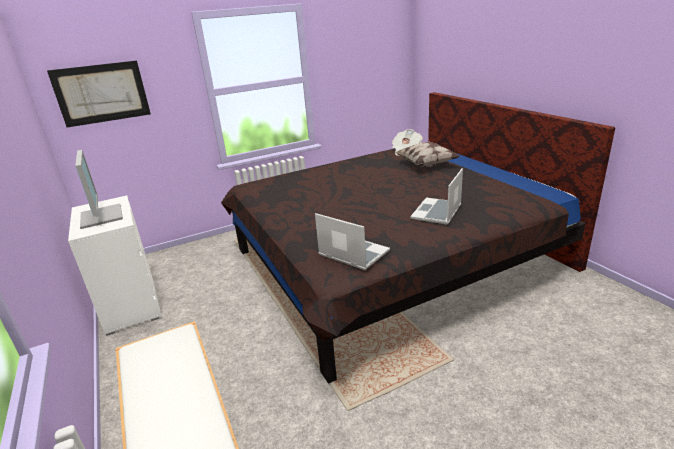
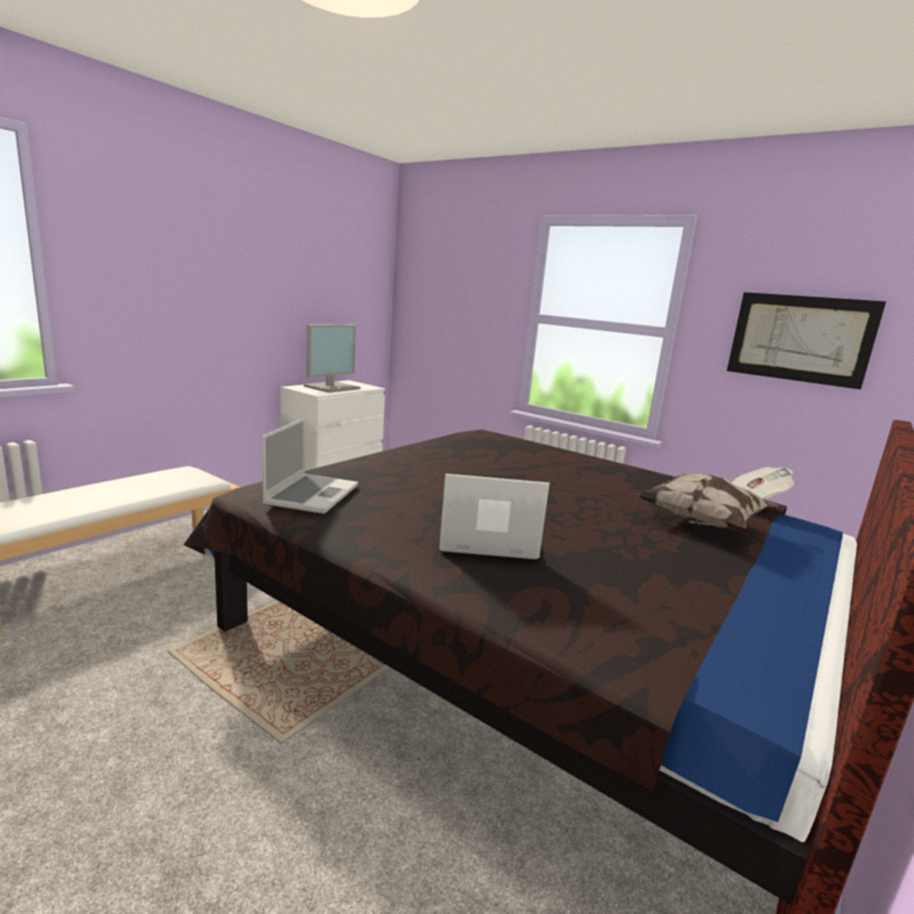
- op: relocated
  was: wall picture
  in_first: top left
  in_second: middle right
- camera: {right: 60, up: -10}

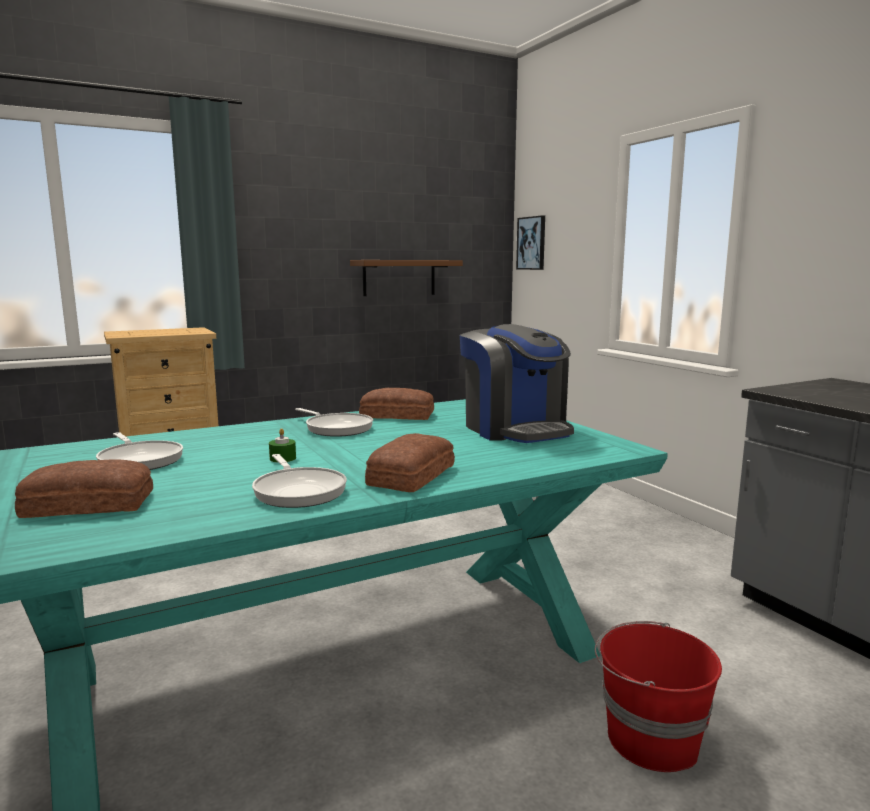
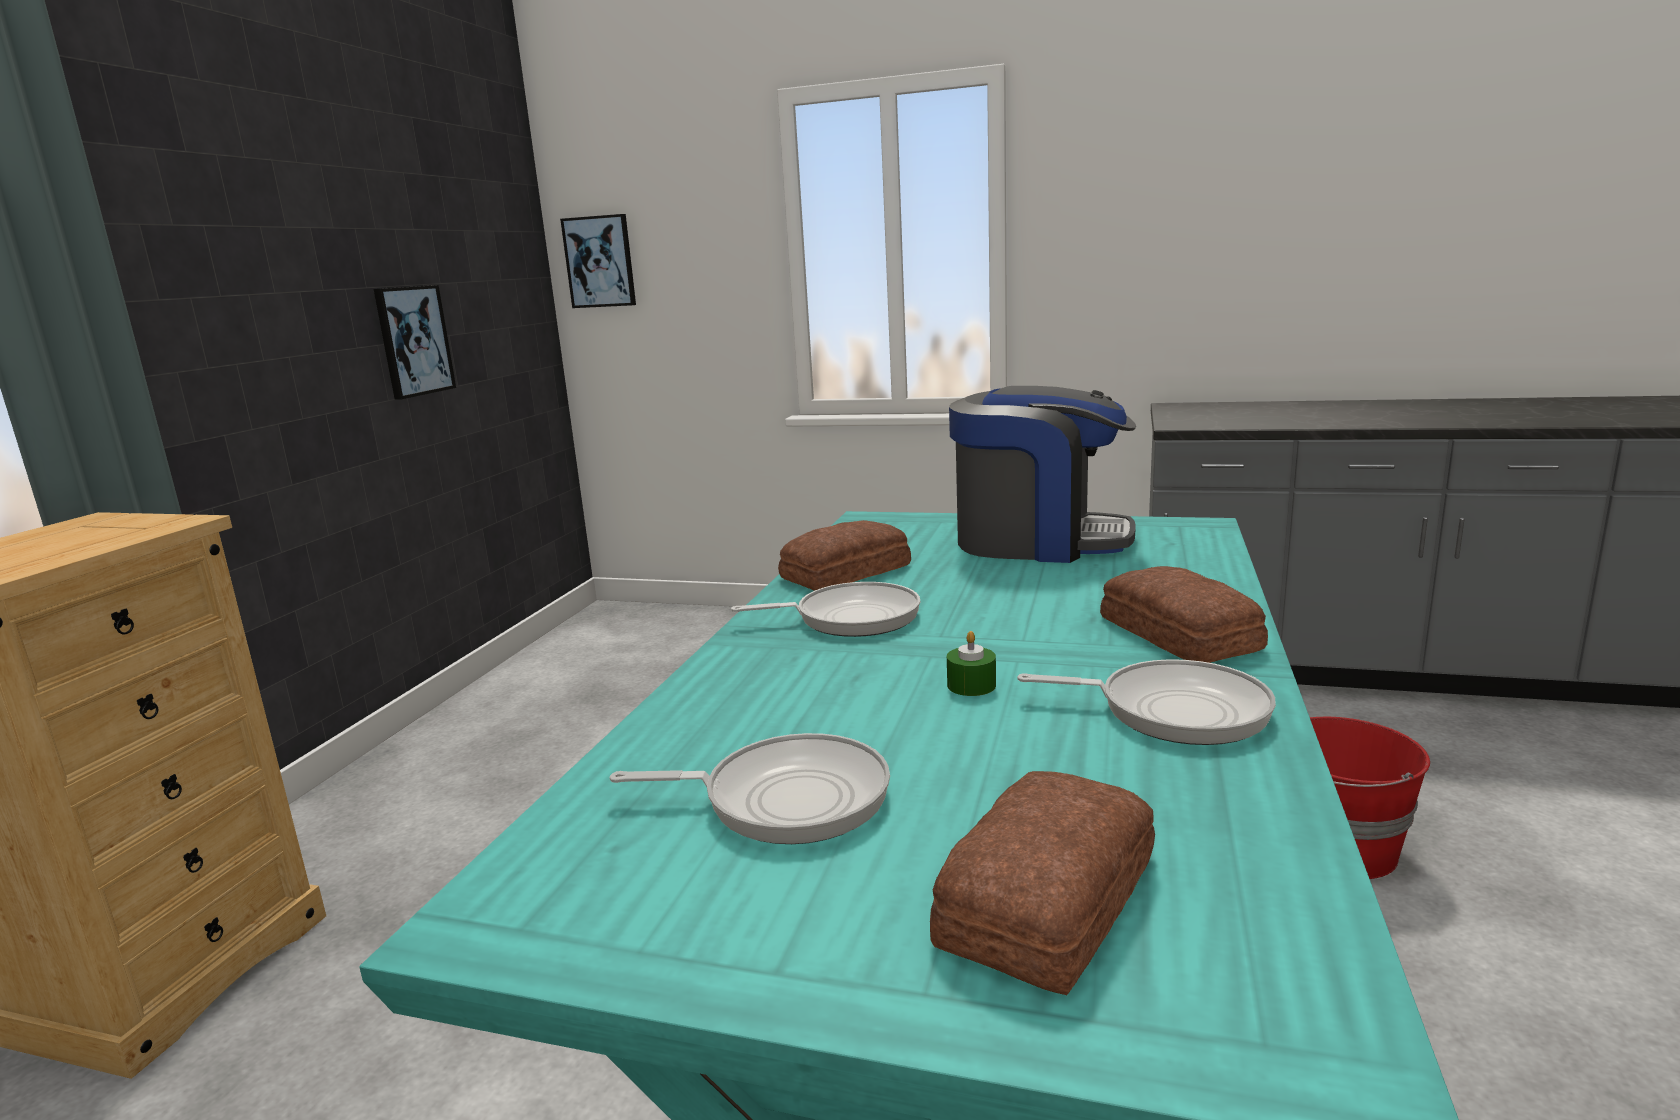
- op: exchanged
  was: brownish shelf
  now: wall picture (no. 1 from left)
  in_first: centre
  in_second: top left
- camera: {right: -45, up: 5}

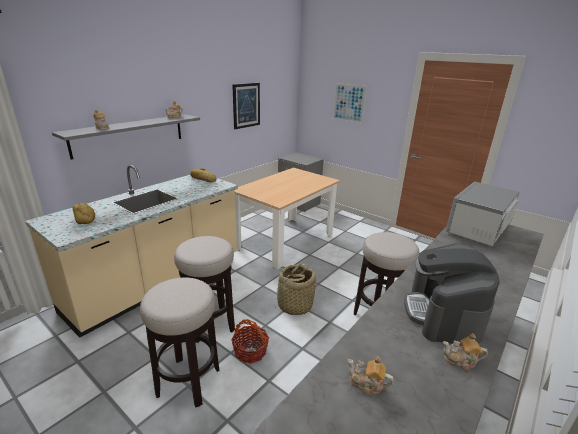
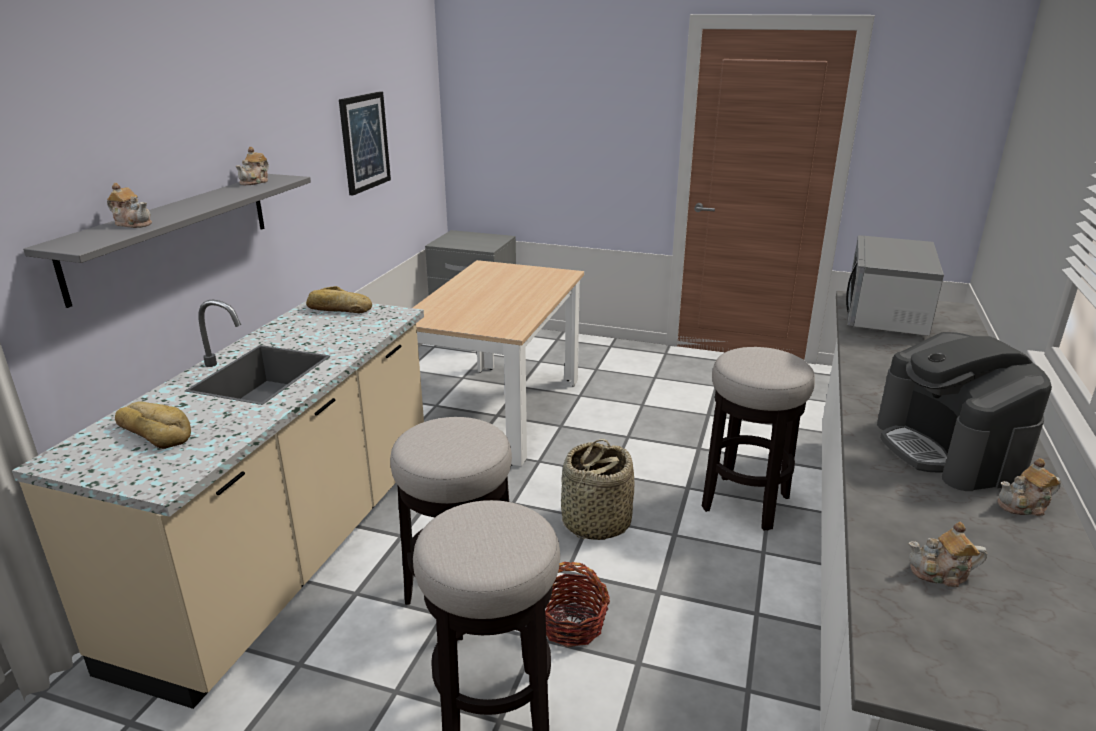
- op: missing
  was: wall picture (no. 2 from left)
  in_first: top centre
- camera: {right: -20, up: 0}

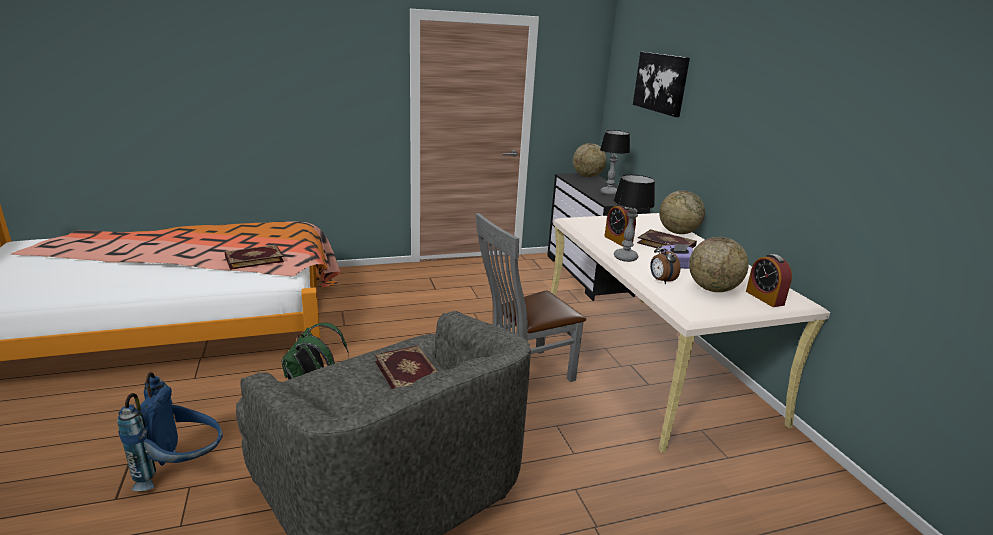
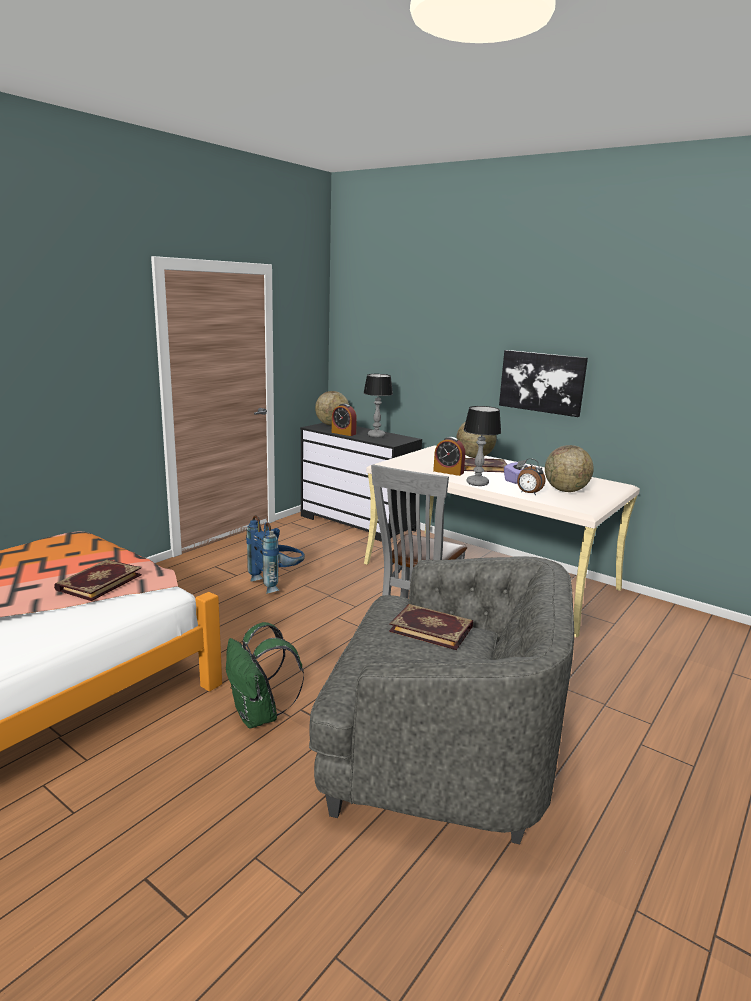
- op: relocated
  was: blue-coloured backpack
  in_first: bottom left
  in_second: centre
- op: relocated
  was: wall picture
  in_first: top centre
  in_second: middle right
- op: relocated
  was: bedside clock (no. 3 from left in the first image)
  now: bedside clock (no. 1 from left)
  in_first: middle right
  in_second: centre
- camera: {right: -35, up: -5}

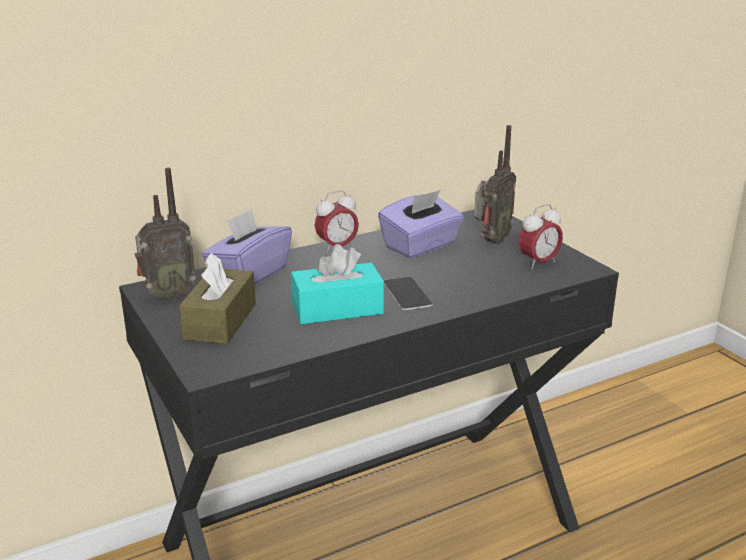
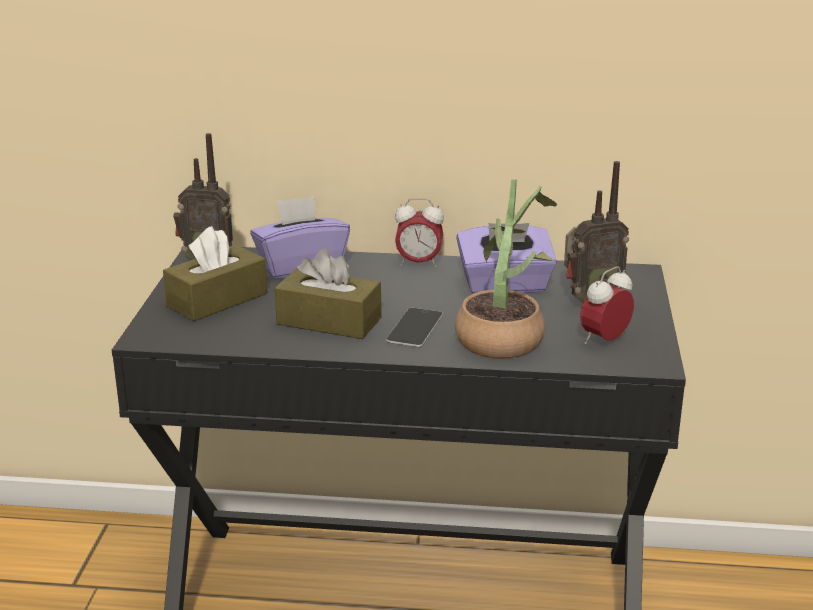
- op: colour
  was: blue-green box of tissues
  now: brownish box of tissues (no. 2 from left)
  in_first: centre
  in_second: centre
- op: spun
  was: bedside clock (no. 2 from left)
  in_first: middle right
  in_second: middle right
  clockwise: 135
- op: appeared
  now: plant in a pot
  in_second: centre
- camera: {right: 35, up: 0}

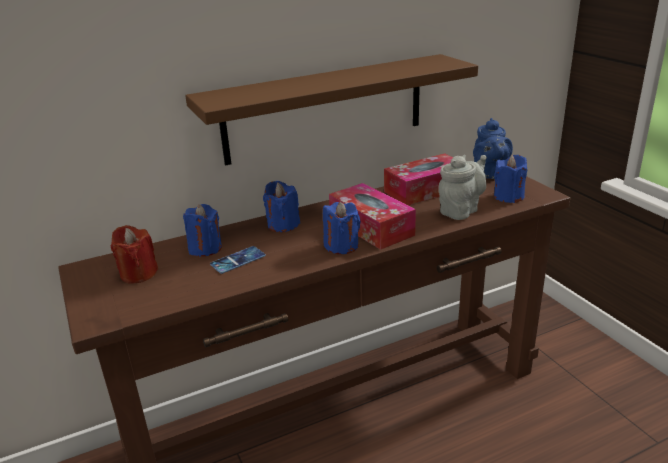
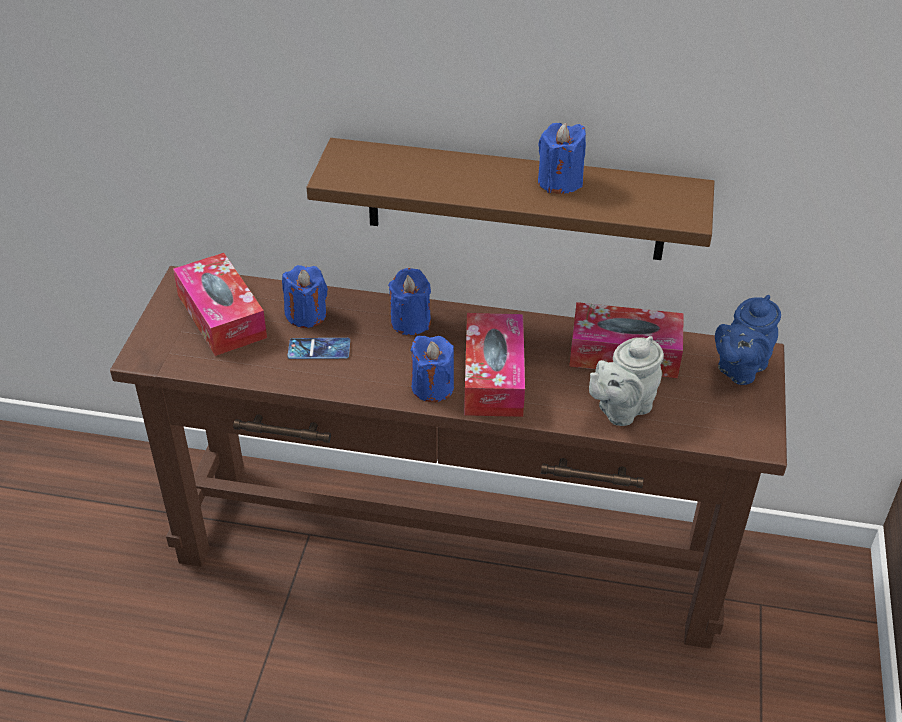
- op: exchanged
  was: reddish candle
  now: box of tissues (no. 1 from left)
  in_first: middle left
  in_second: middle left
- op: spun
  was: gray pot for tea
  in_first: middle right
  in_second: middle right
  clockwise: 150
- op: relocated
  was: blue-coloured candle (no. 4 from left)
  in_first: middle right
  in_second: top centre
- camera: {right: 35, up: 15}

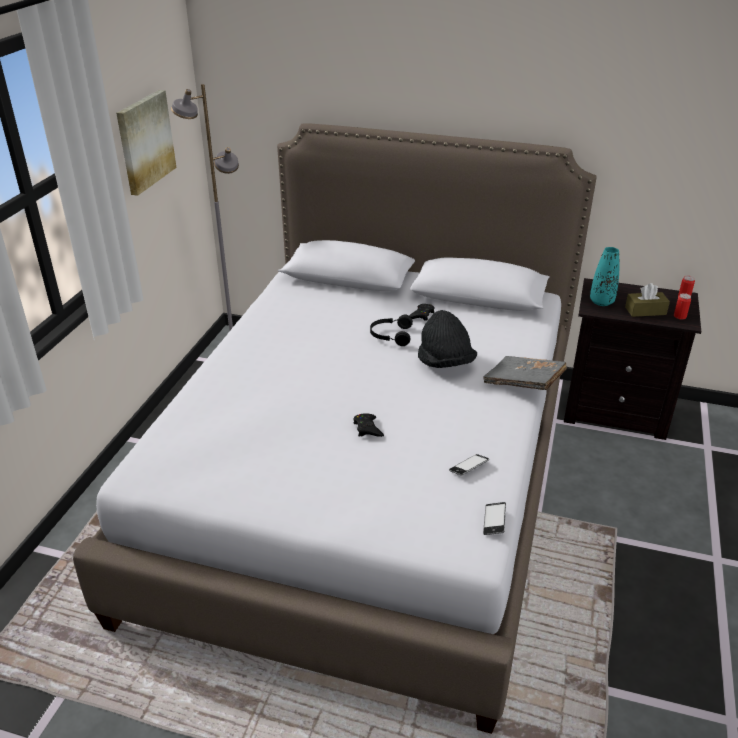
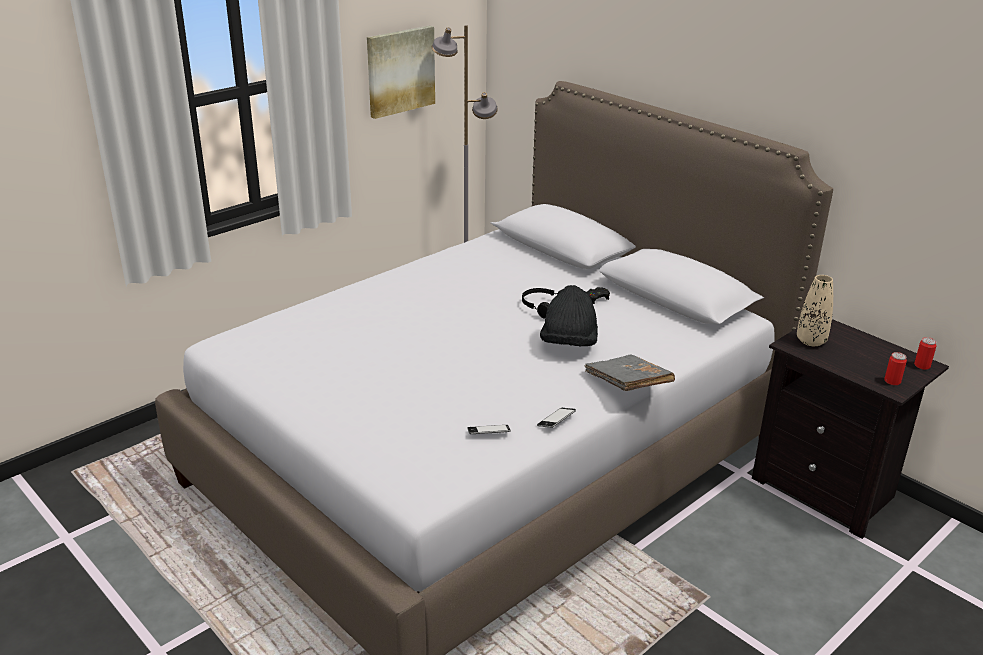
- op: missing
  was: black-coloured joypad (no. 1 from left)
  in_first: centre
- op: relocated
  was: phone (no. 2 from left)
  in_first: bottom right
  in_second: centre
- op: colour
  was: blue-green flower vase
  now: sand-coloured flower vase
  in_first: middle right
  in_second: middle right
- op: missing
  was: brownish box of tissues
  in_first: middle right
- camera: {right: 30, up: -5}

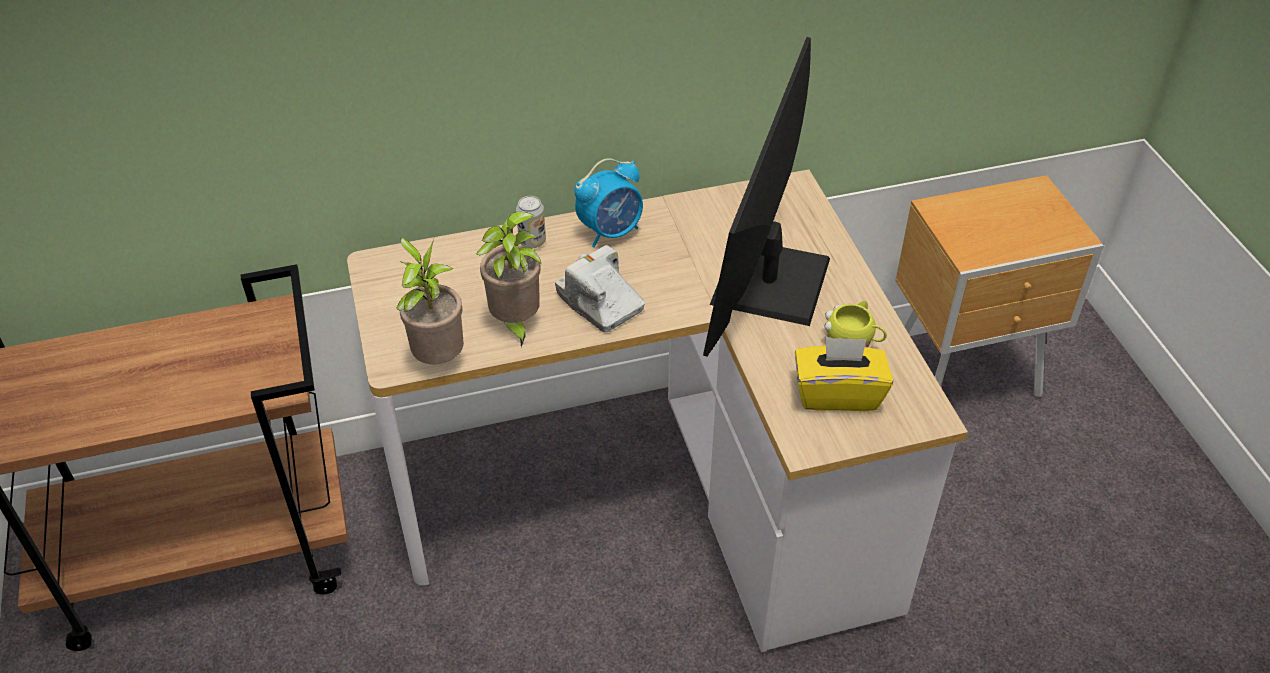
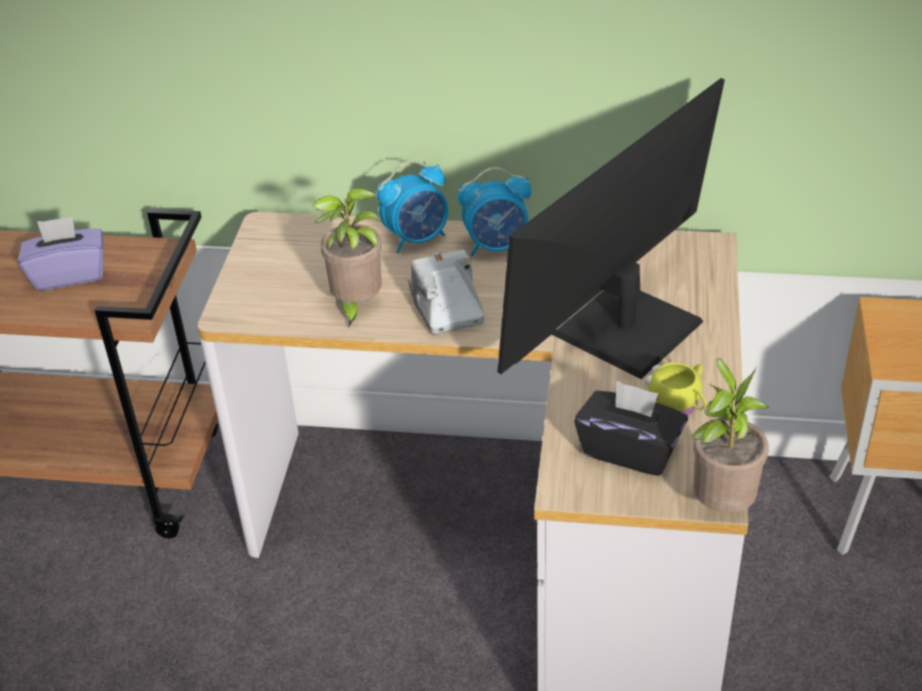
- op: relocated
  was: plant in a pot (no. 1 from left in the first image)
  now: plant in a pot (no. 2 from left)
  in_first: centre
  in_second: middle right
- op: exchanged
  was: can
  now: bedside clock (no. 1 from left)
  in_first: top centre
  in_second: top centre
- op: colour
  was: yellow box of tissues
  now: black-coloured box of tissues
  in_first: centre
  in_second: middle right
- op: appeared
  now: purplish box of tissues
  in_second: middle left
- camera: {right: 25, up: -5}

